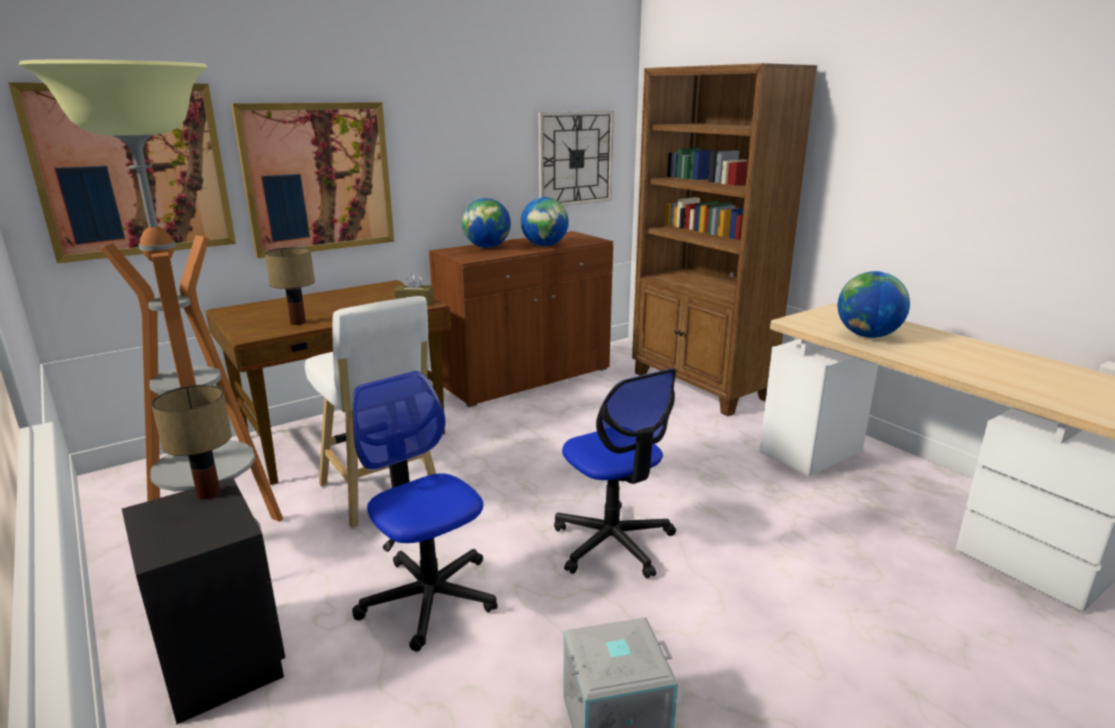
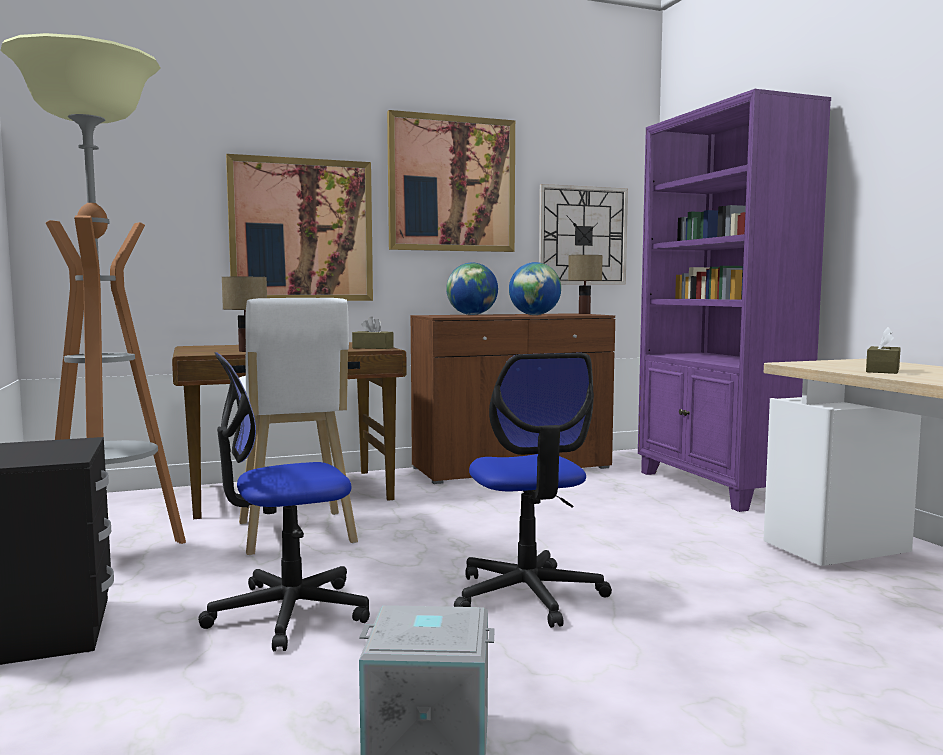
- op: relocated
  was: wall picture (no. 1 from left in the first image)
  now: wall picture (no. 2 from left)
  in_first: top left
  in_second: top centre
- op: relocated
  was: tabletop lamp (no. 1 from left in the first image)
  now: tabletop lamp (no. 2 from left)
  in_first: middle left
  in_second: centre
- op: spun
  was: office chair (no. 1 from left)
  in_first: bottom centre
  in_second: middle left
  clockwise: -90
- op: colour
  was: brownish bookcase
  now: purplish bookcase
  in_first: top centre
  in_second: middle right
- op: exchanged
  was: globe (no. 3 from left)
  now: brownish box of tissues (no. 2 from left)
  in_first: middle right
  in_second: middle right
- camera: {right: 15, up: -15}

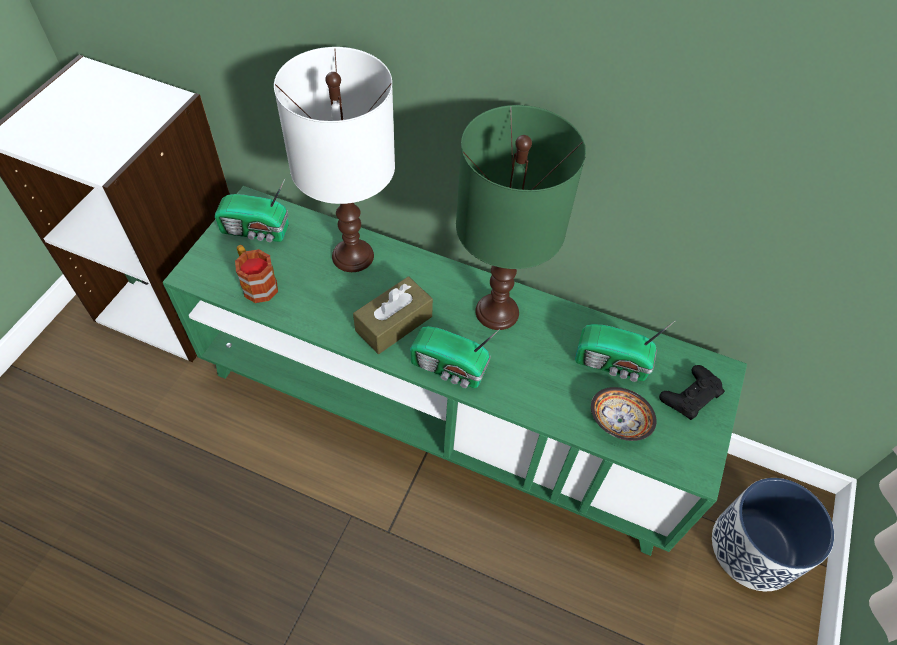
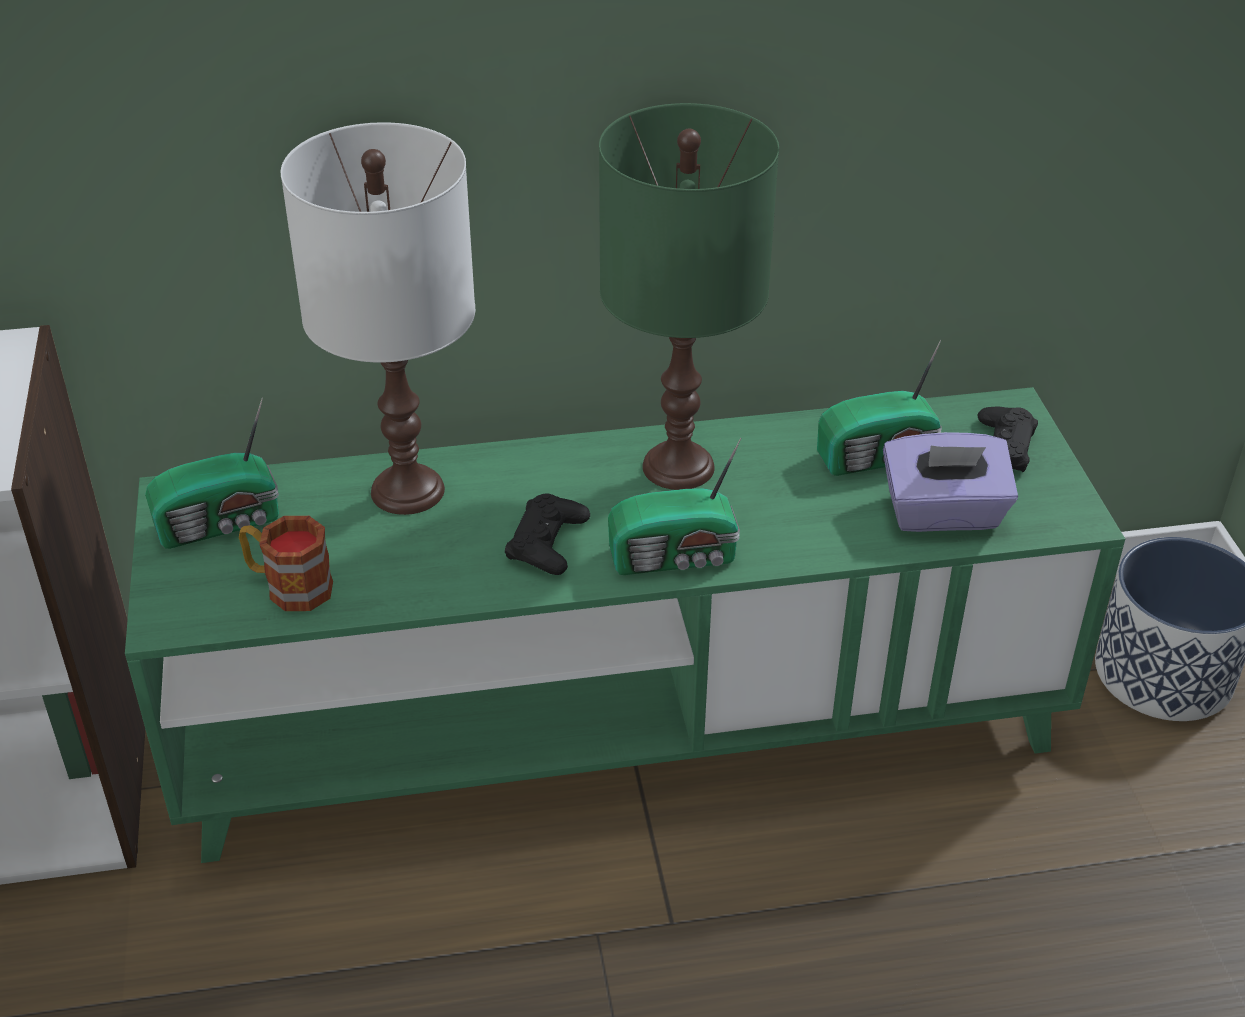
- op: exchanged
  was: brownish box of tissues
  now: black-coloured joypad (no. 1 from left)
  in_first: centre
  in_second: centre
- op: exchanged
  was: bowl
  now: purplish box of tissues
  in_first: middle right
  in_second: middle right
- camera: {right: -30, up: -15}

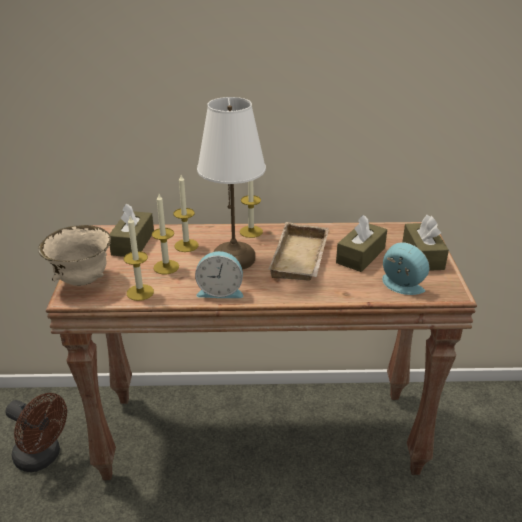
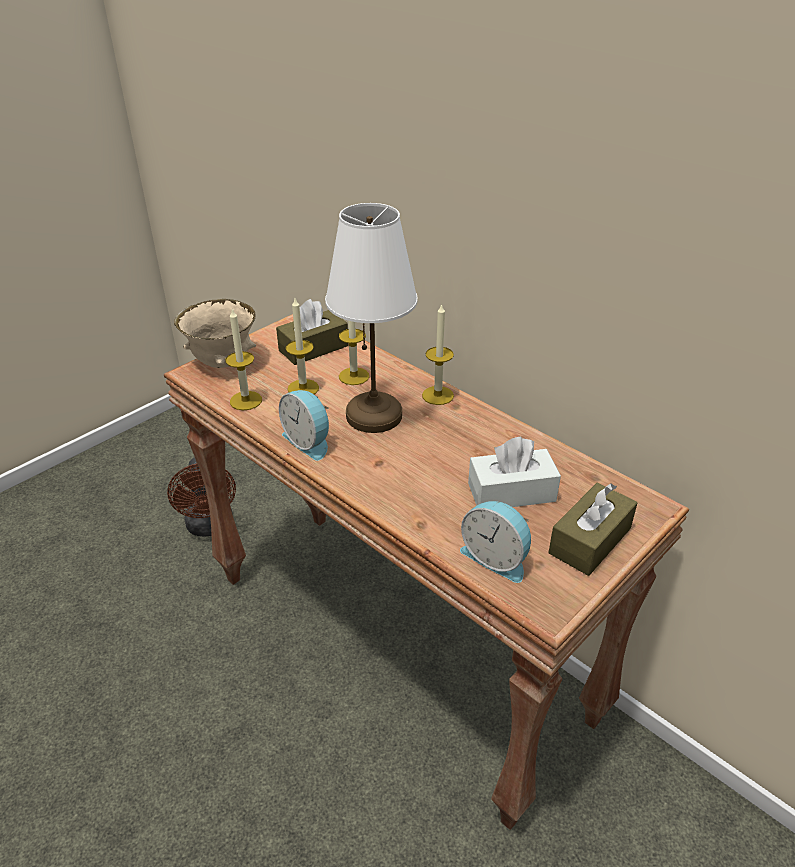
- op: missing
  was: sand-coloured carrying tray
  in_first: centre
- op: colour
  was: brownish box of tissues (no. 2 from left)
  now: whitish box of tissues
  in_first: middle right
  in_second: centre
- op: spun
  was: bedside clock (no. 2 from left)
  in_first: middle right
  in_second: centre
  clockwise: 135
- camera: {right: 45, up: 5}

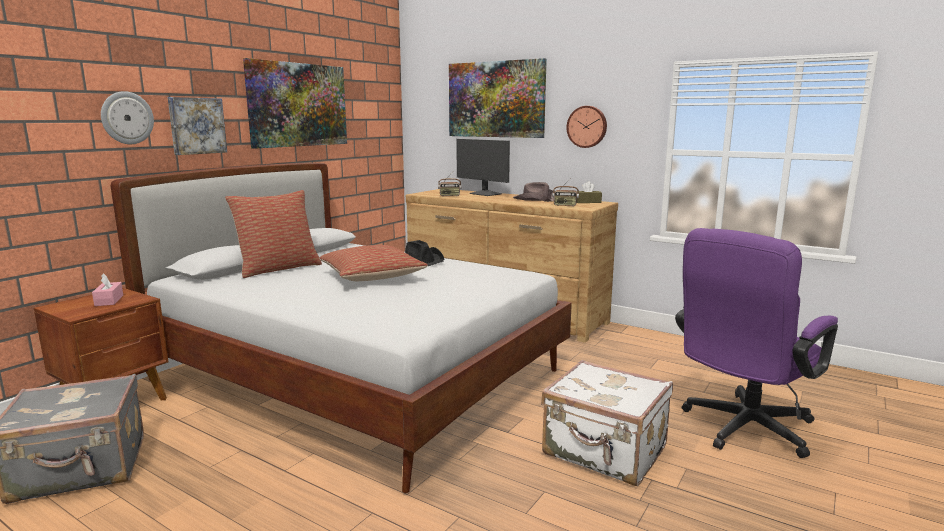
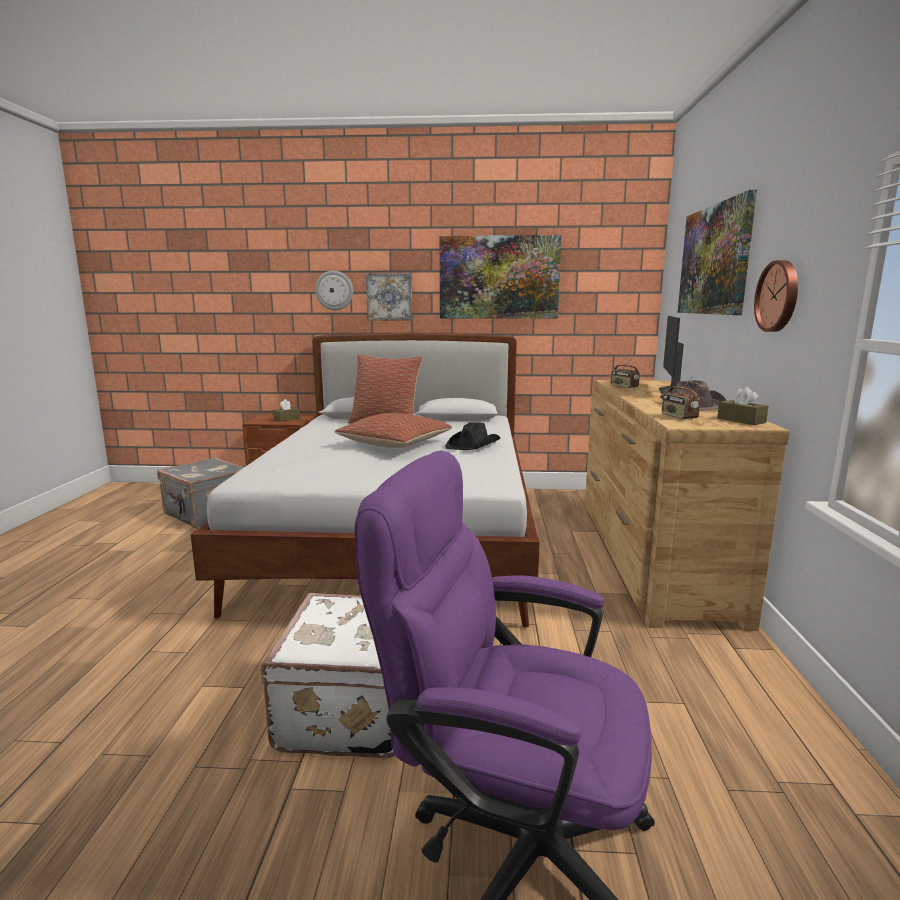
- op: colour
  was: pink-coloured box of tissues
  now: brownish box of tissues (no. 1 from left)
  in_first: middle left
  in_second: middle left
- camera: {right: 60, up: 0}

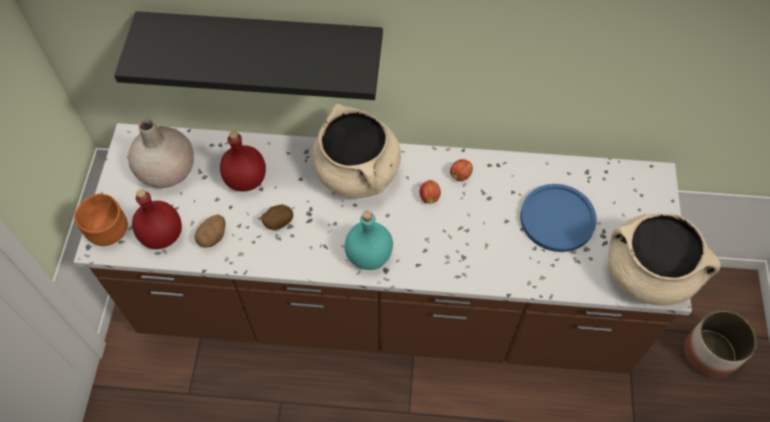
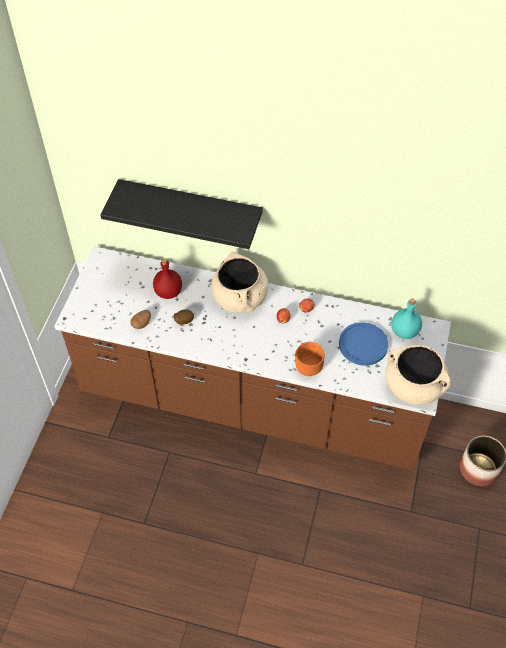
- op: relocated
  was: orangey bowl
  in_first: middle left
  in_second: centre
- op: missing
  was: sand-coloured flower vase
  in_first: middle left
- op: missing
  was: reddish bottle (no. 1 from left)
  in_first: middle left
- op: relocated
  was: blue-green bottle
  in_first: centre
  in_second: middle right
- camera: {right: 10, up: -5}

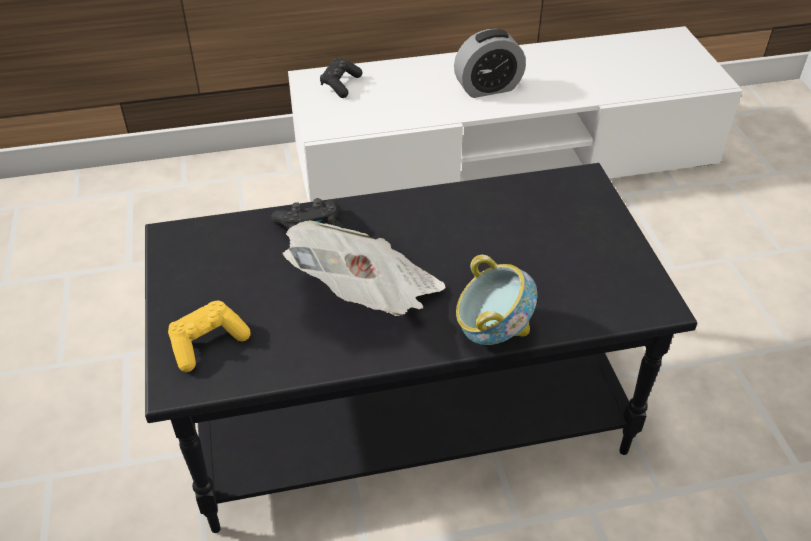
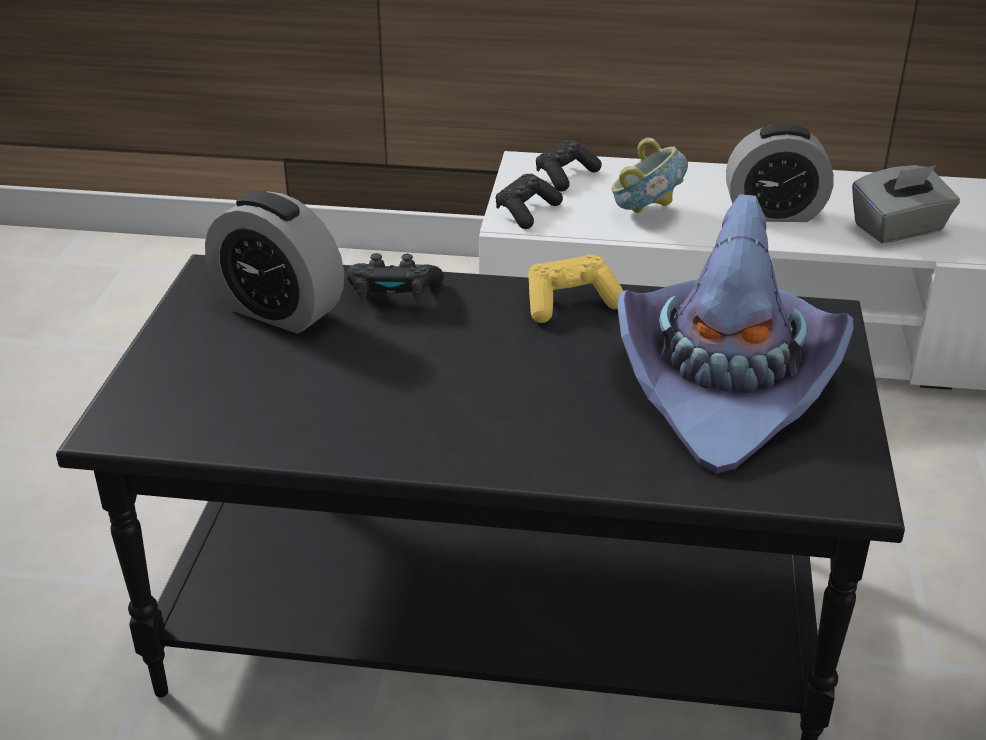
- op: relocated
  was: yellow joypad
  in_first: middle left
  in_second: centre
- op: missing
  was: newspaper
  in_first: centre
- op: relocated
  was: bowl
  in_first: centre
  in_second: top centre
- op: appeared
  now: bedside clock (no. 1 from left)
  in_second: middle left
- op: appeared
  now: black-coloured joypad (no. 2 from left)
  in_second: top centre
- op: appeared
  now: purplish hat
  in_second: middle right
- op: appeared
  now: gray box of tissues
  in_second: top right
- camera: {right: 20, up: -10}

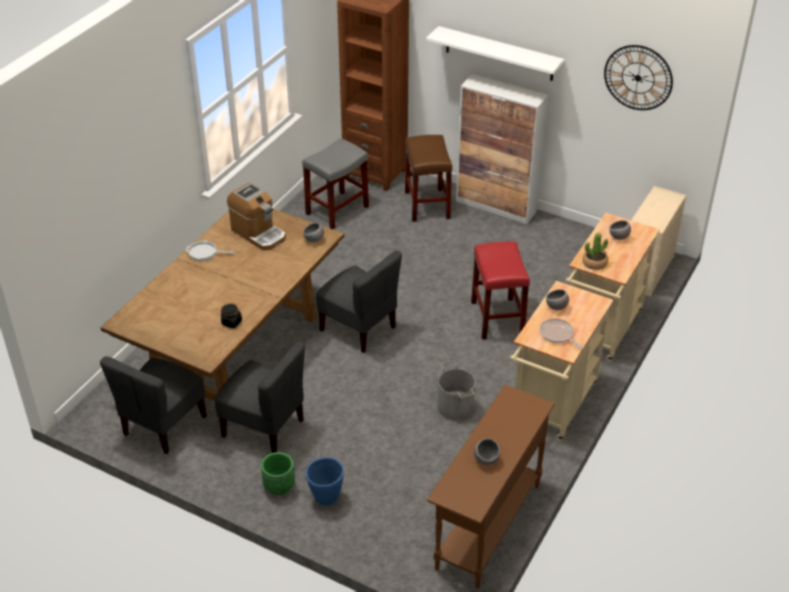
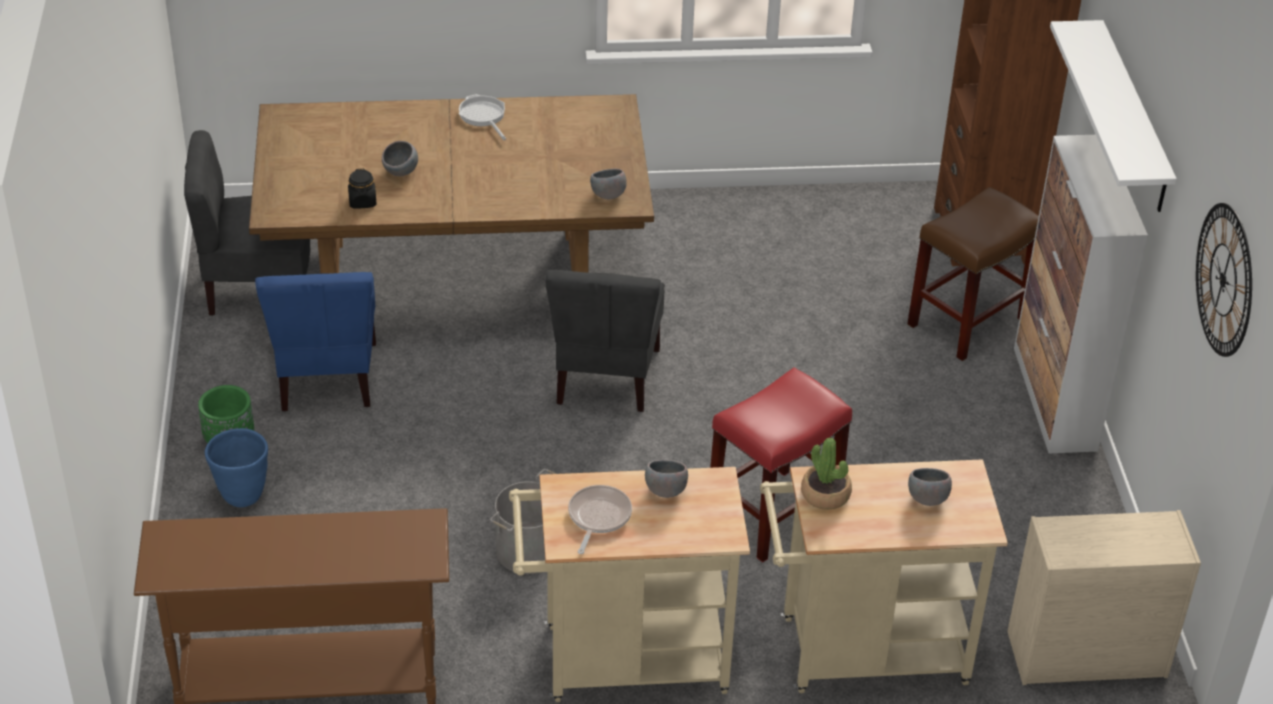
- op: colour
  was: gray chair (no. 2 from left)
  now: blue-coloured chair
  in_first: bottom left
  in_second: middle left
- op: missing
  was: coffee machine
  in_first: middle left
- op: missing
  was: gray sitting stool
  in_first: top centre
- op: relocated
  was: gray bowl (no. 2 from left in the first image)
  now: gray bowl (no. 1 from left)
  in_first: bottom centre
  in_second: top left
- camera: {right: 55, up: 0}

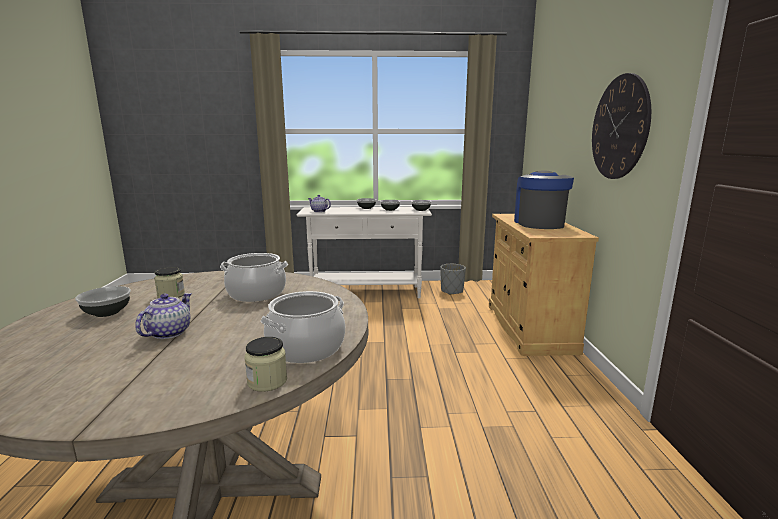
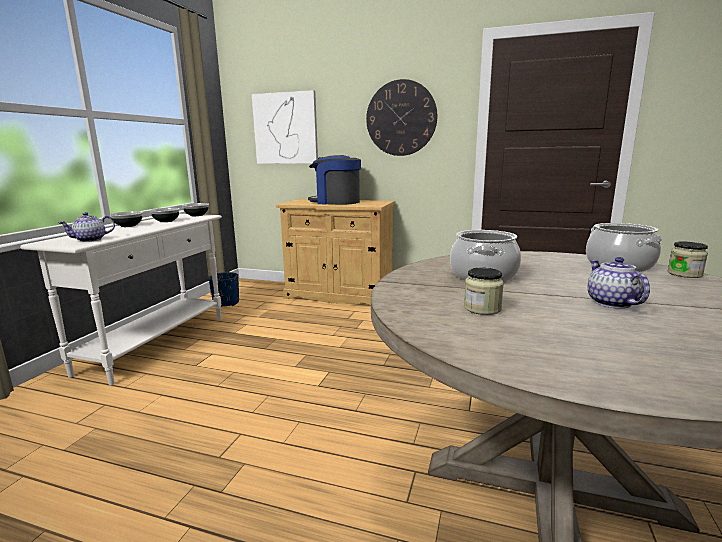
- op: missing
  was: bowl (no. 1 from left)
  in_first: middle left
- op: spun
  was: pot for tea (no. 1 from left in the first image)
  in_first: middle left
  in_second: middle right
  clockwise: 45
- op: colour
  was: gray plant pot
  now: blue-coloured plant pot
  in_first: centre
  in_second: middle left
- op: appeared
  now: wall picture
  in_second: top centre
- camera: {right: -70, up: 0}

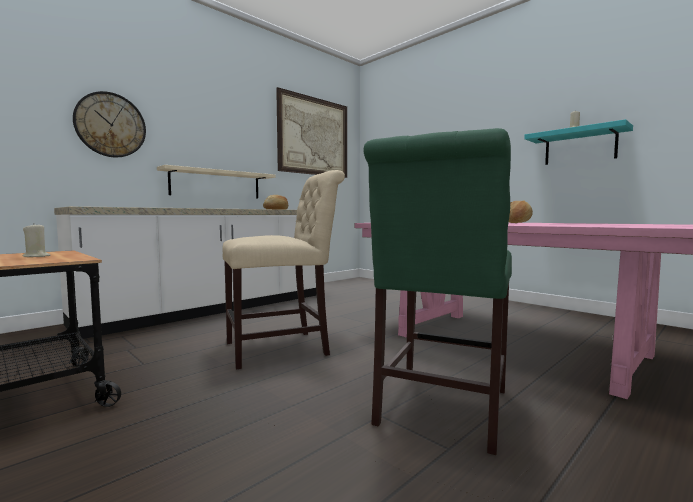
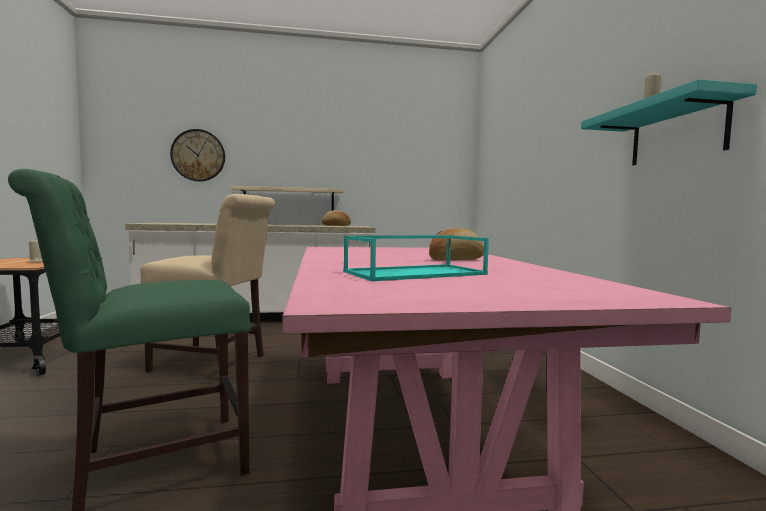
- op: missing
  was: wall picture
  in_first: top centre
- op: appeared
  now: blue-green carrying tray
  in_second: centre
- camera: {right: 35, up: 0}

